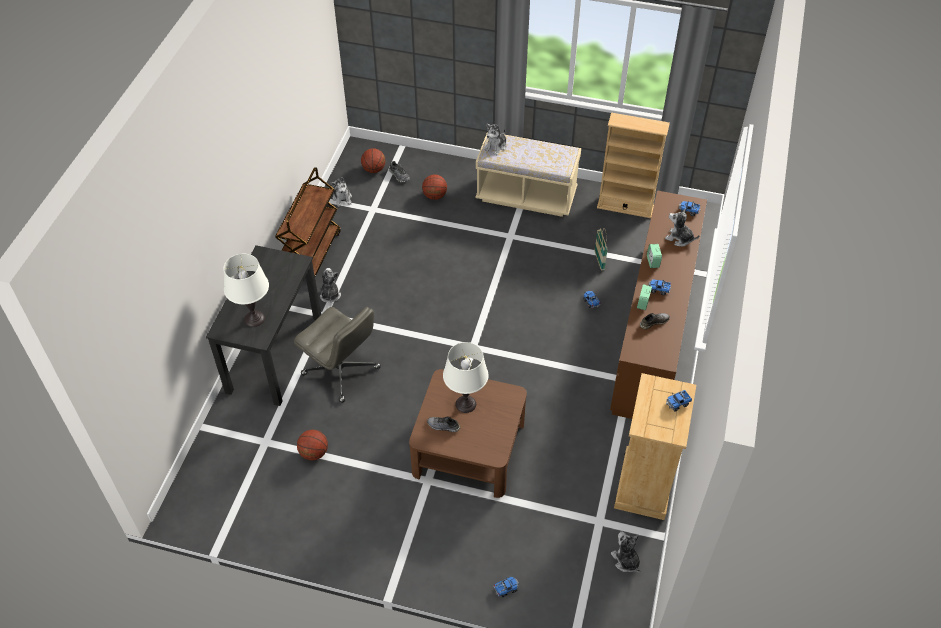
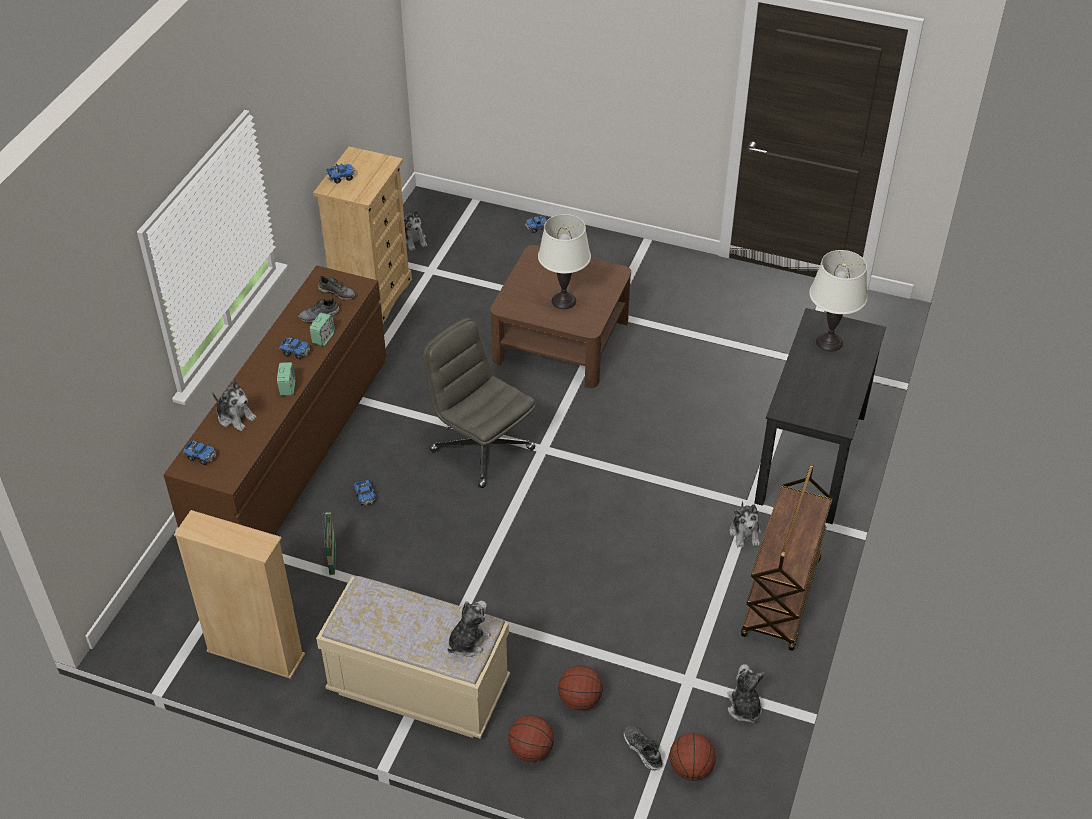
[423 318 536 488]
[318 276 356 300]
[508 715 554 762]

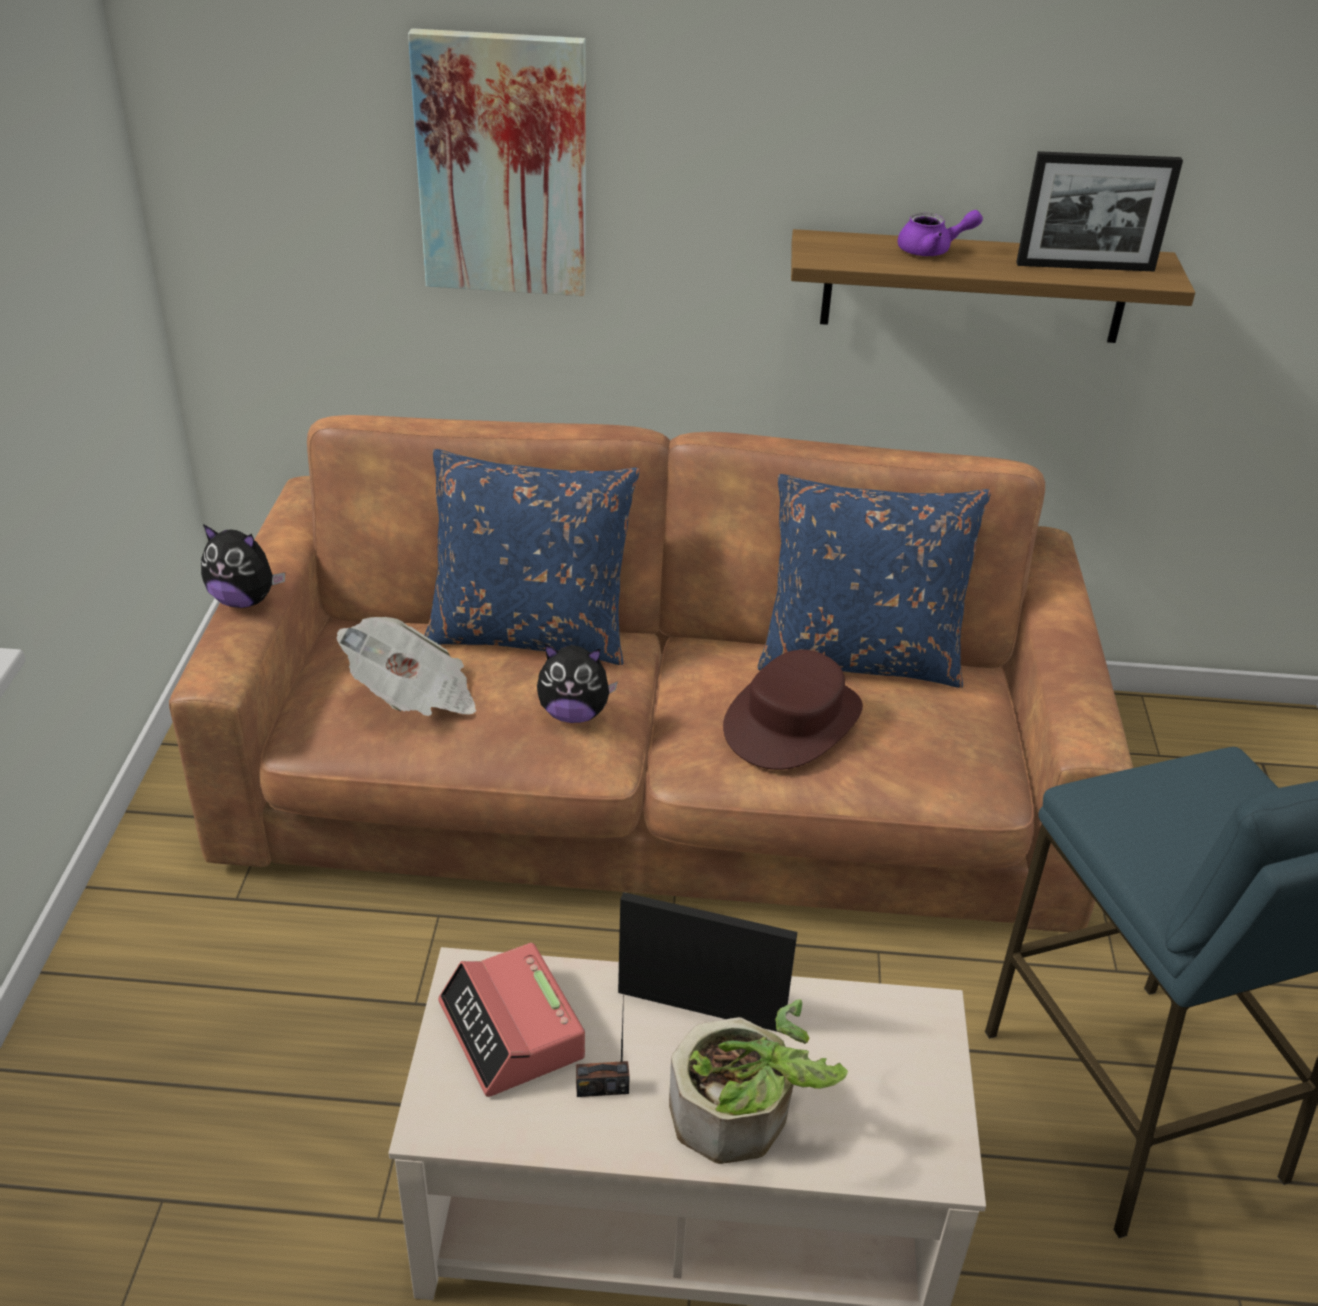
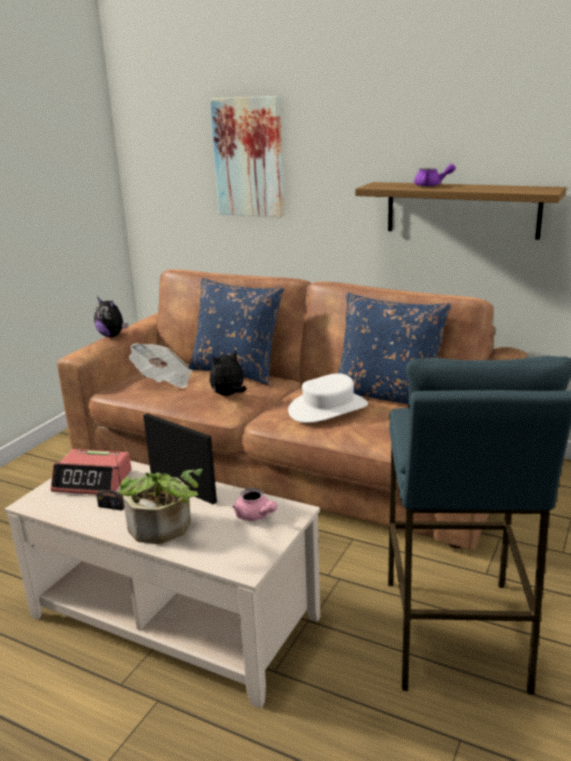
[1016 151 1183 272] (first image)
[210 350 247 396]
[288 373 368 423]
[51 449 132 495]
[232 488 277 521]

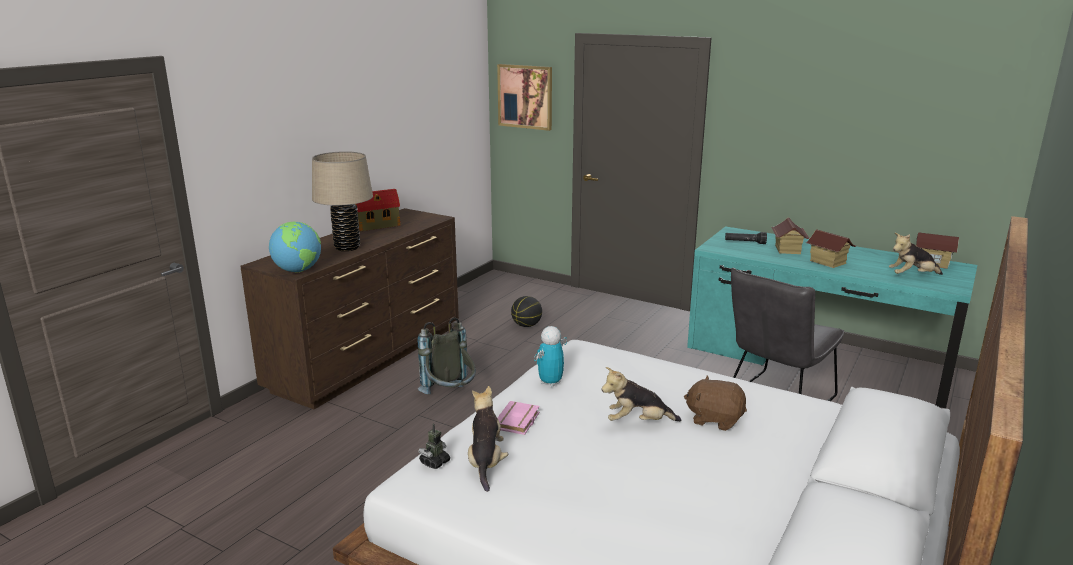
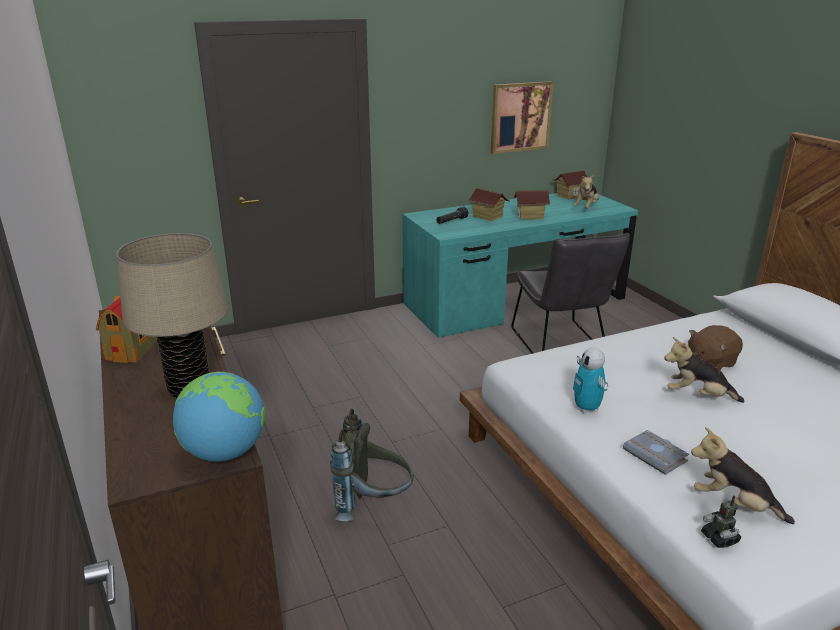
[491 81 554 154]
[511 296 542 327] (first image)
[664 337 744 403]
[623 430 689 475]

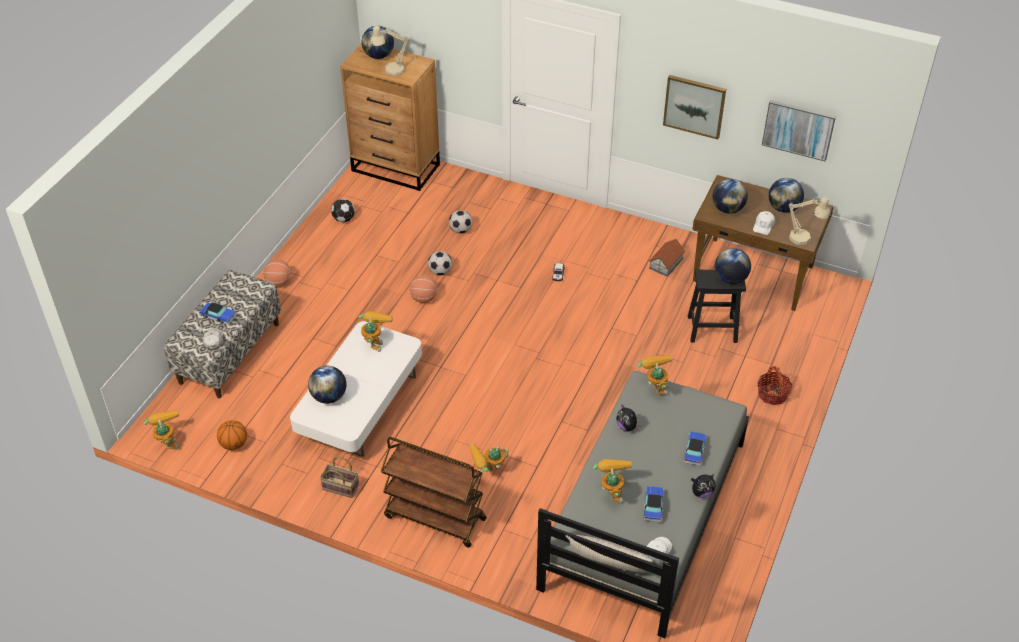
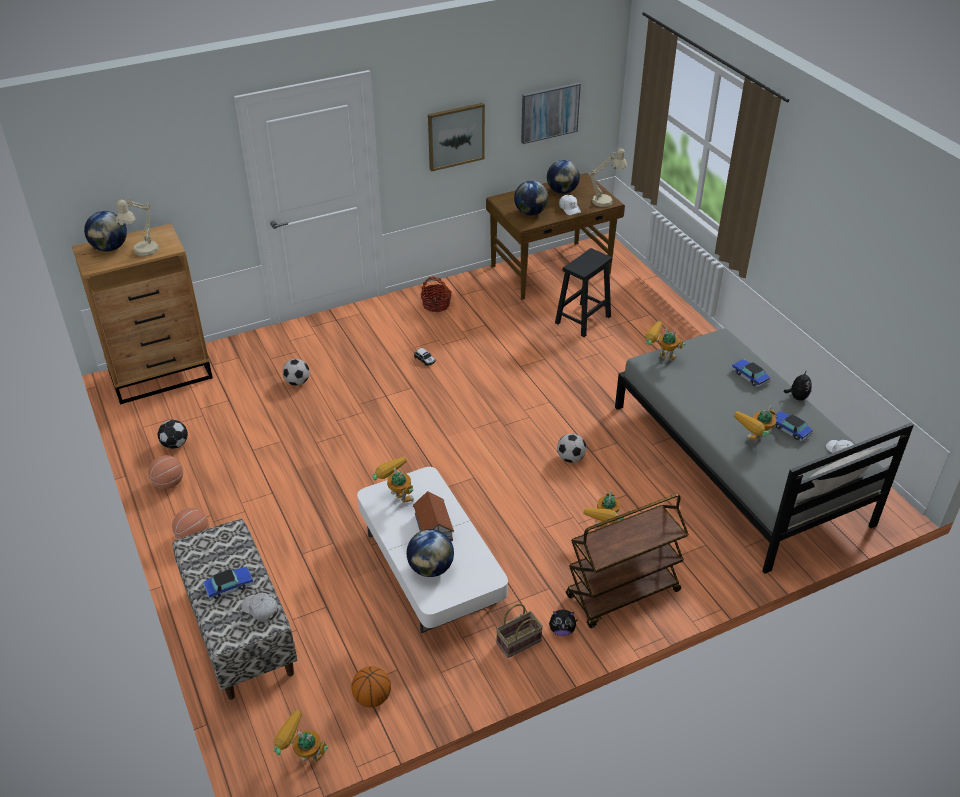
[413 491 454 541]
[715 248 751 284] (first image)
[557 434 586 463]
[148 455 183 489]
[420 277 451 312]
[549 610 578 636]
[734 406 777 440]

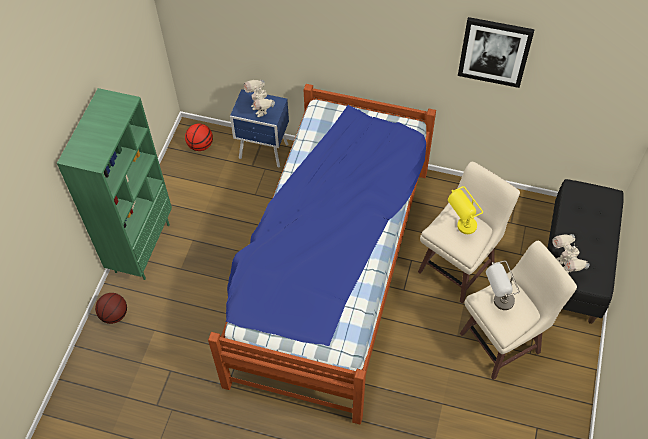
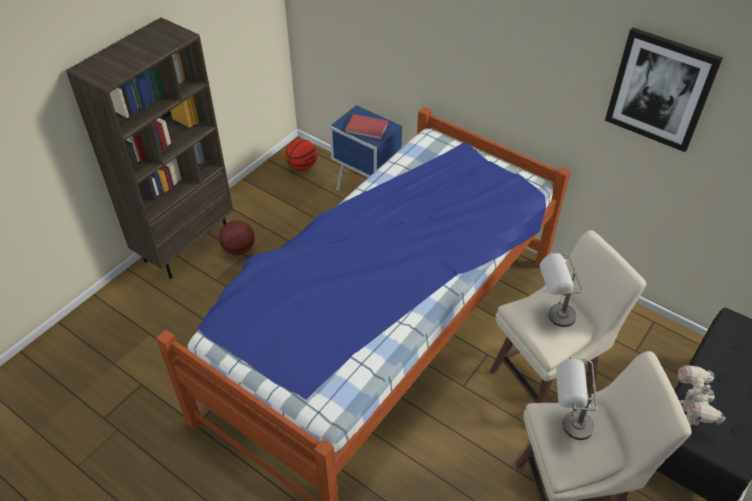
[345 114 388 139]
[66 17 233 279]
[539 253 583 327]
[219 220 255 255]

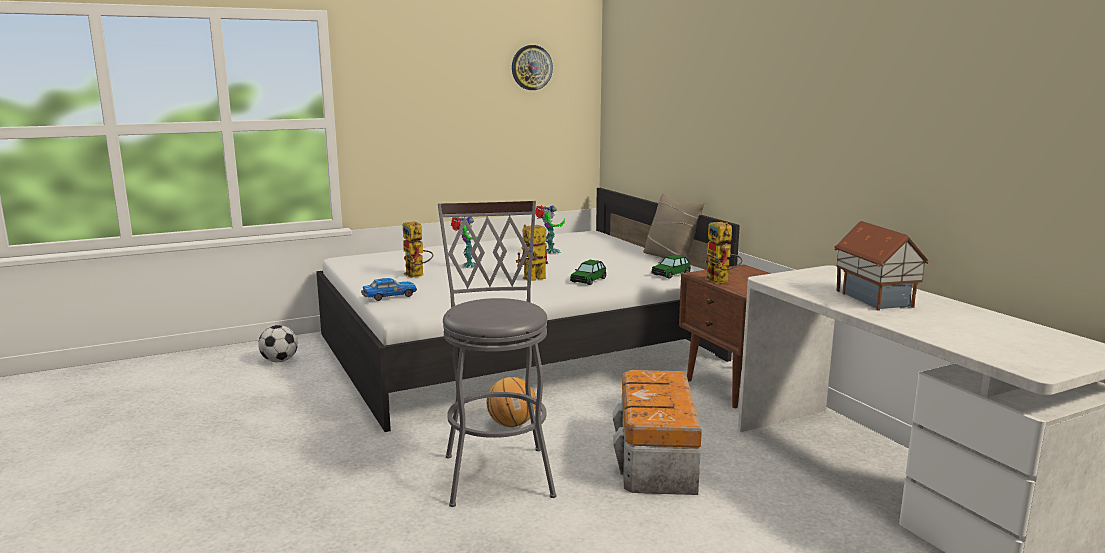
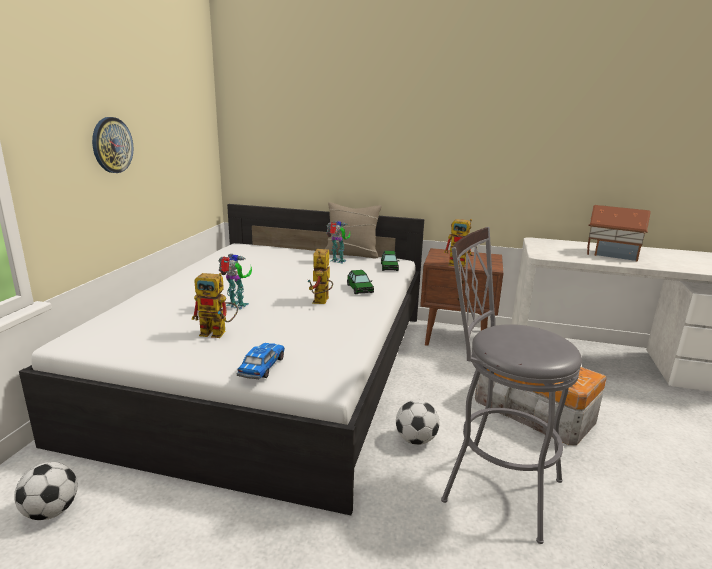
[92 117 133 173]
[326 221 351 264]
[396 400 439 445]

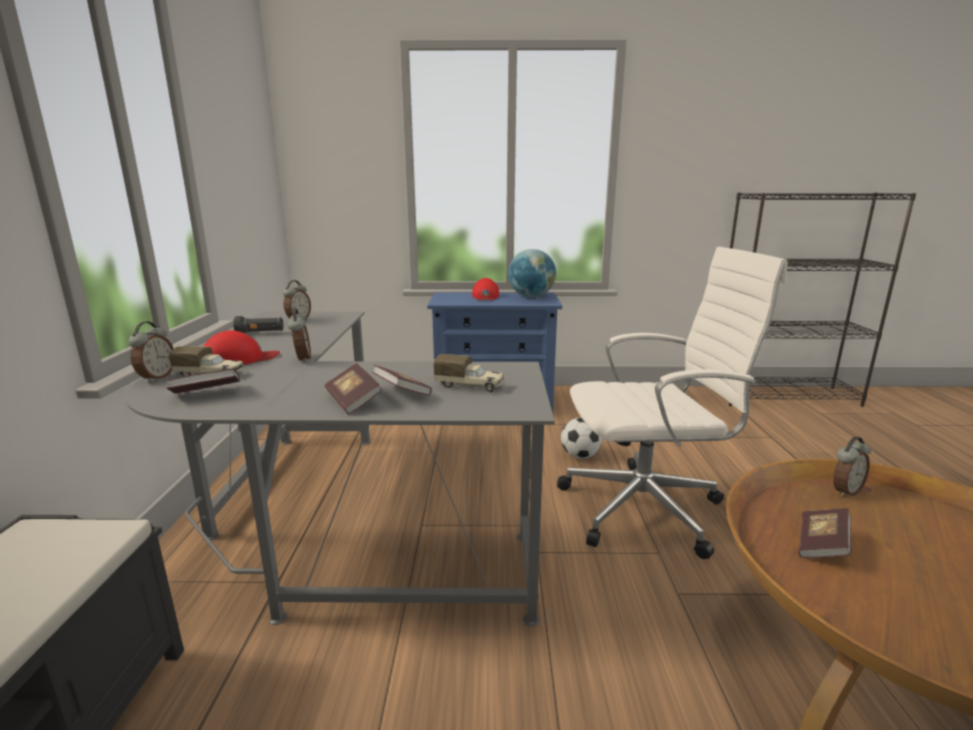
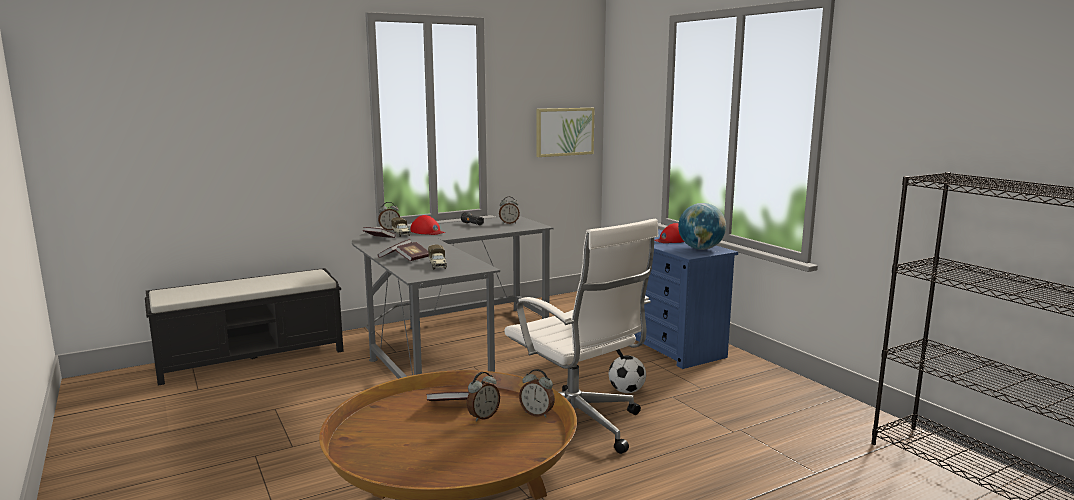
[467 372 500 422]
[537 108 594 157]

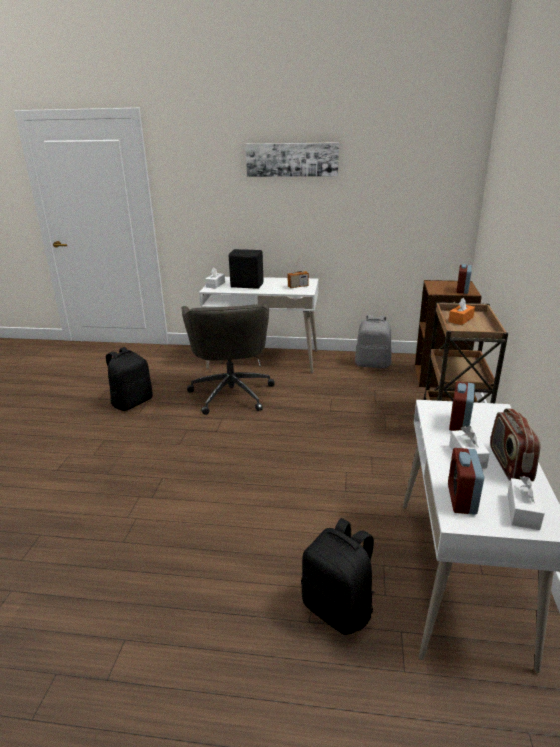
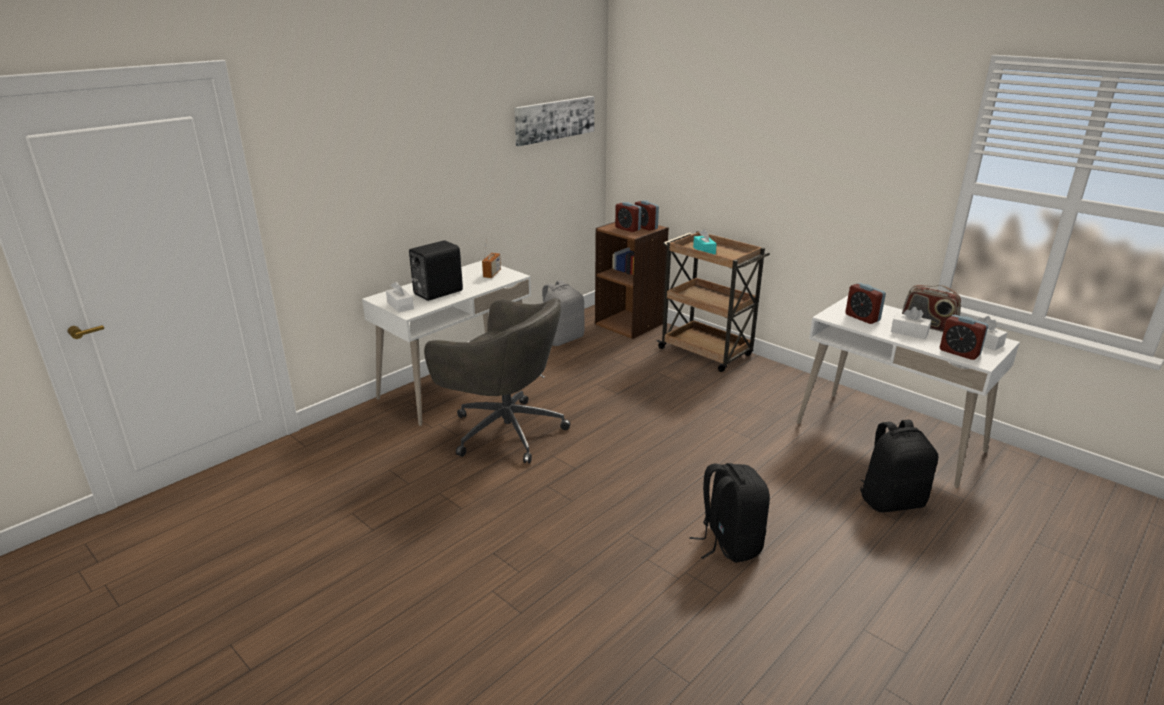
[514 96 594 146]
[693 229 717 255]
[689 463 770 563]
[615 202 641 232]

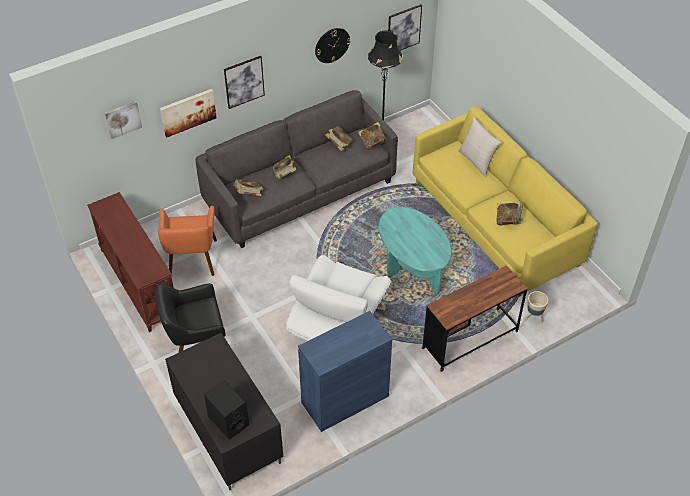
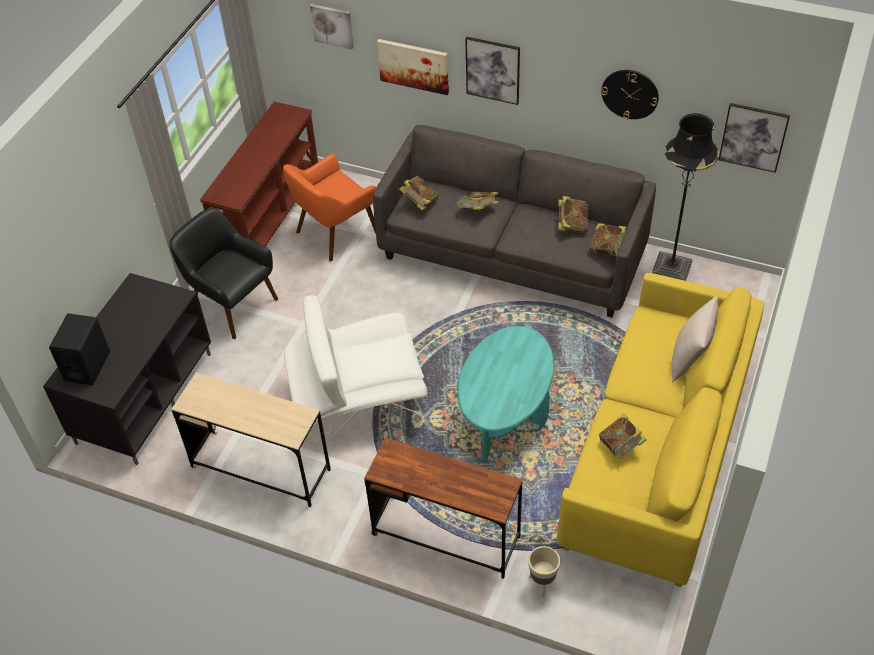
[171 372 331 507]

